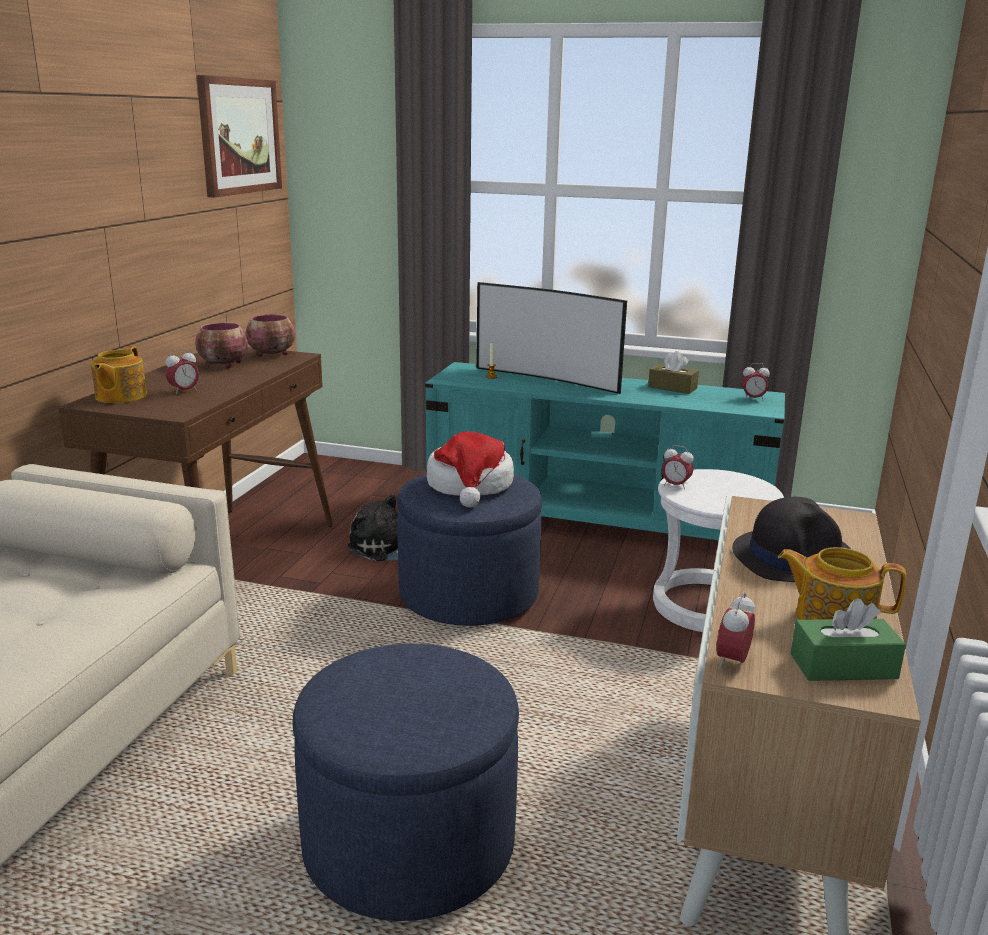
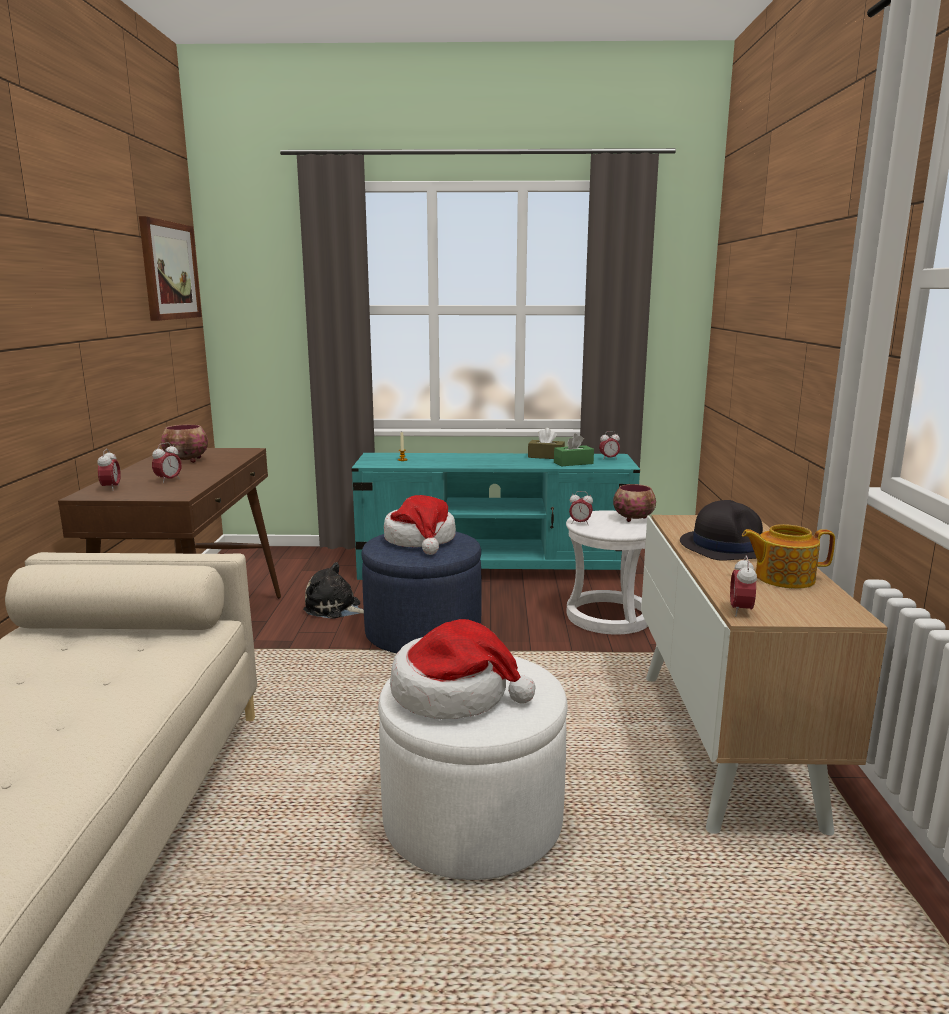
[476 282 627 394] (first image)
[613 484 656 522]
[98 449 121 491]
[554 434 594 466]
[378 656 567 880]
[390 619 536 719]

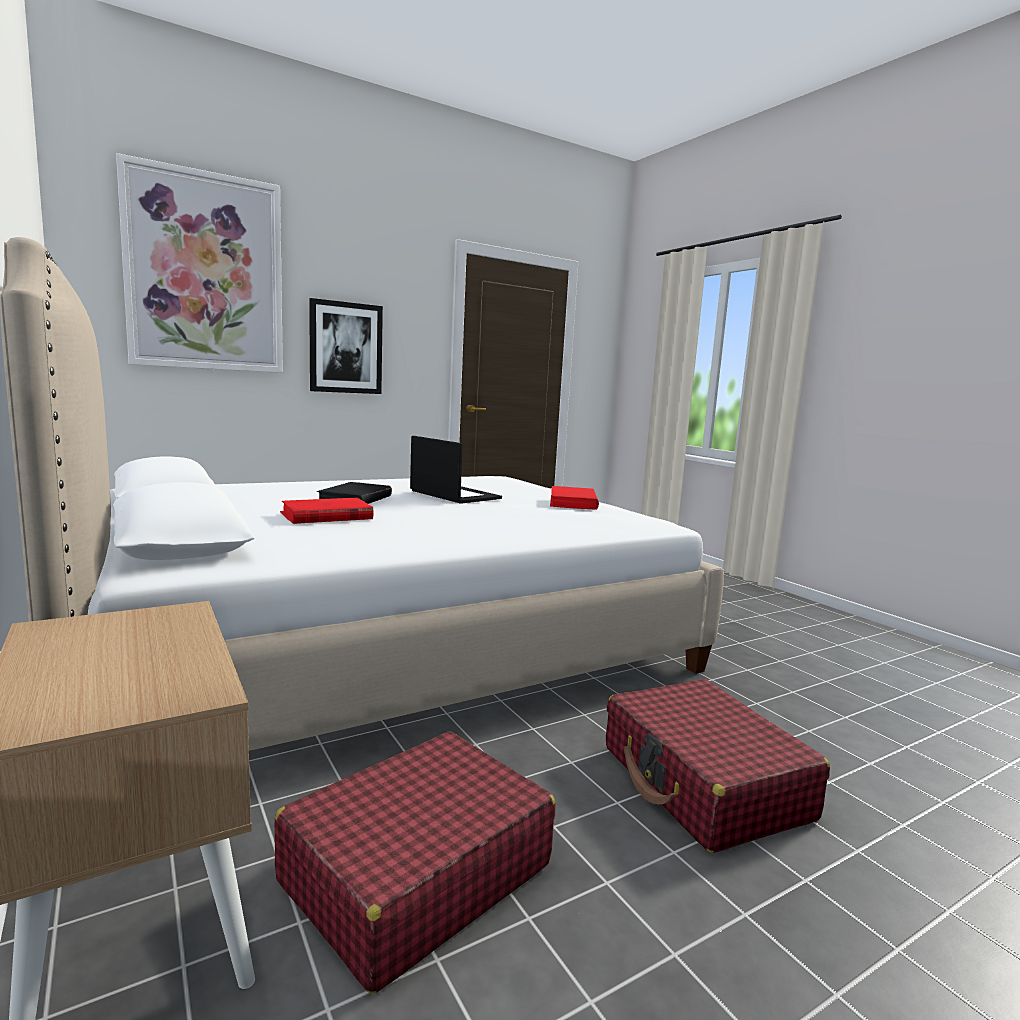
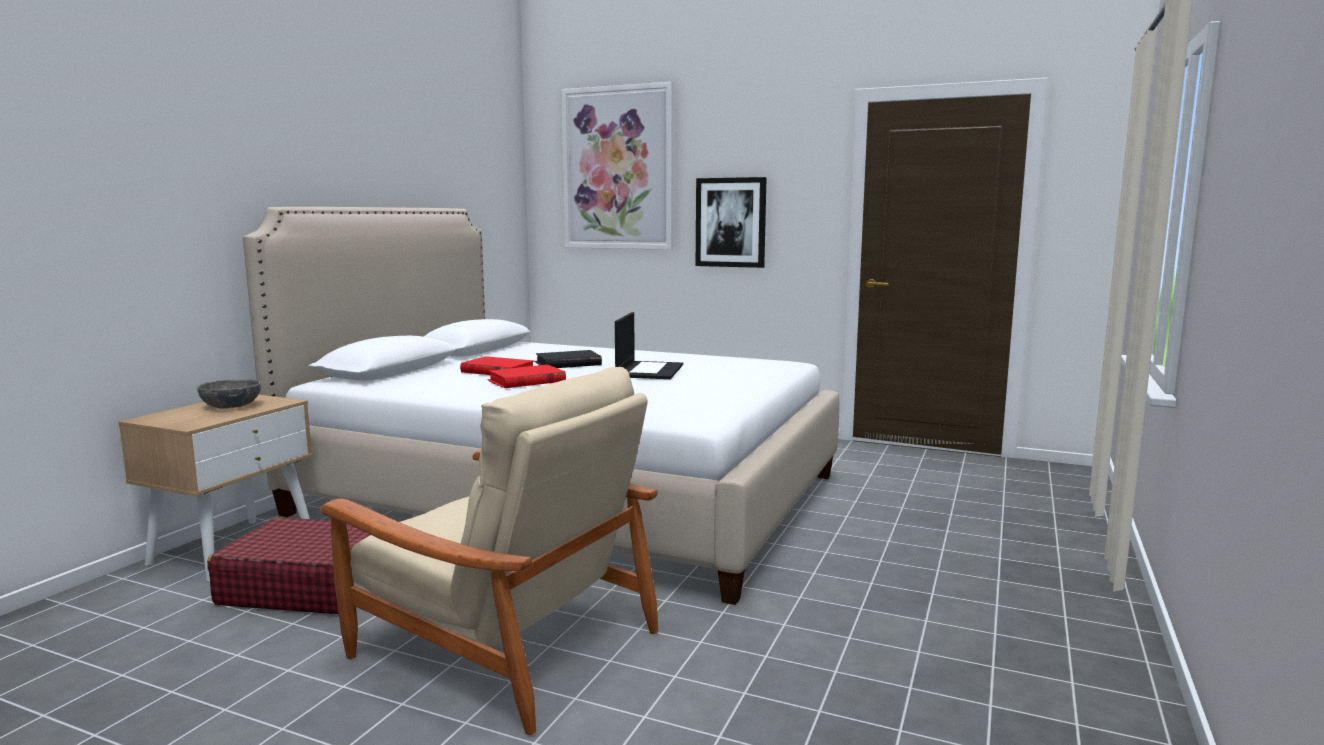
[487 365 566 388]
[320 367 658 735]
[197 379 261 409]

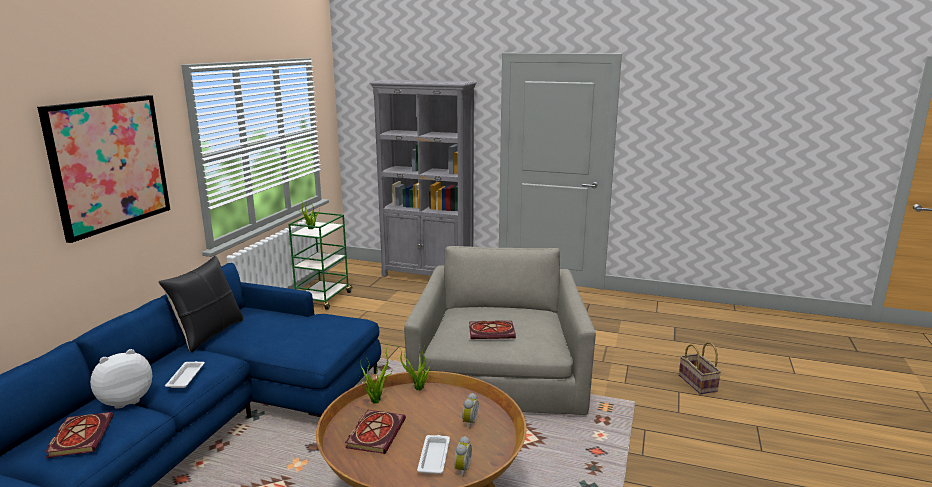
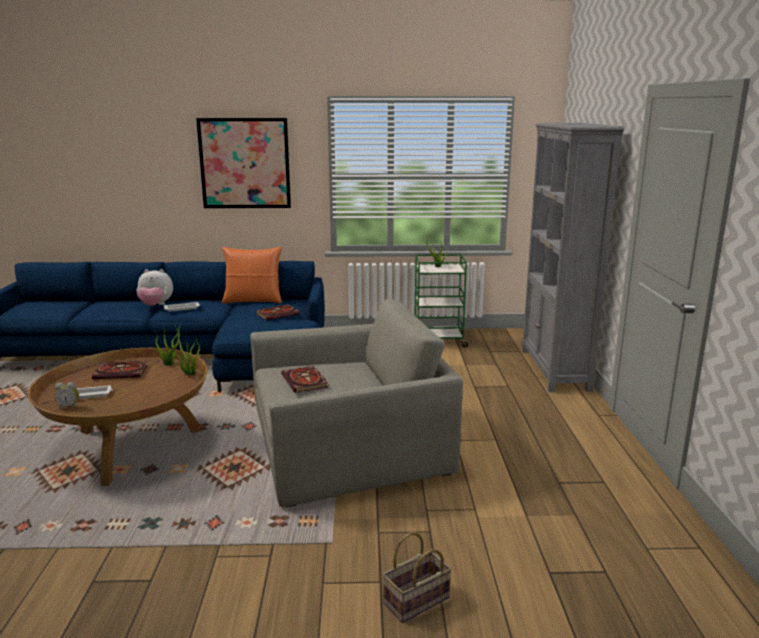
[222 247 282 304]
[137 269 173 306]
[462 393 479 429] (first image)
[256 305 300 320]

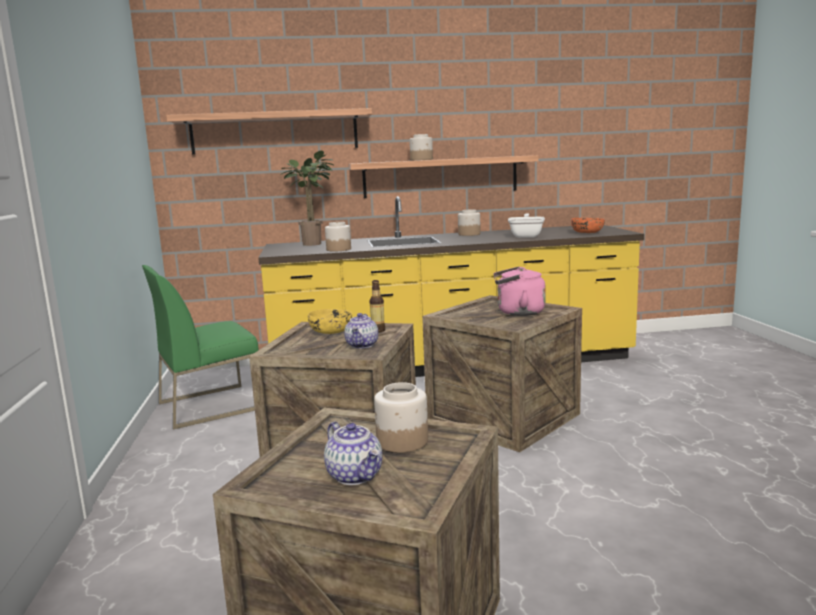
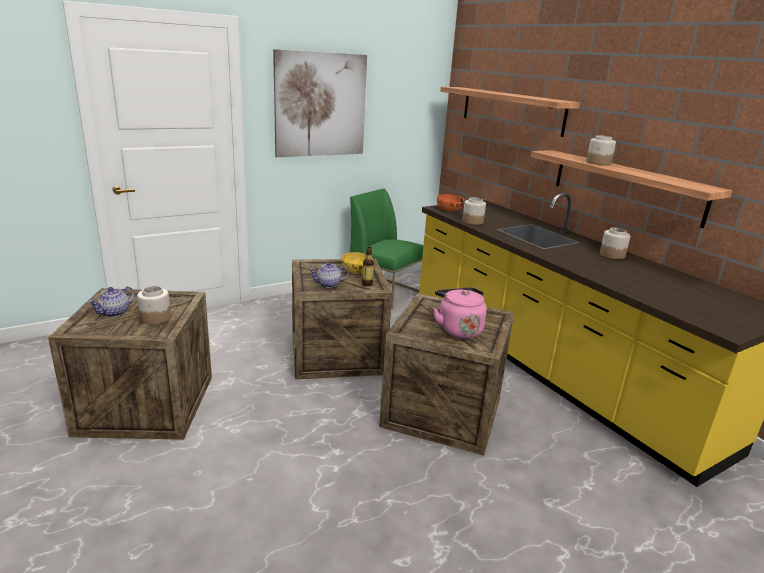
[280 150 333 246] (first image)
[508 214 545 238] (first image)
[437 194 465 212]
[273 49 367 157]

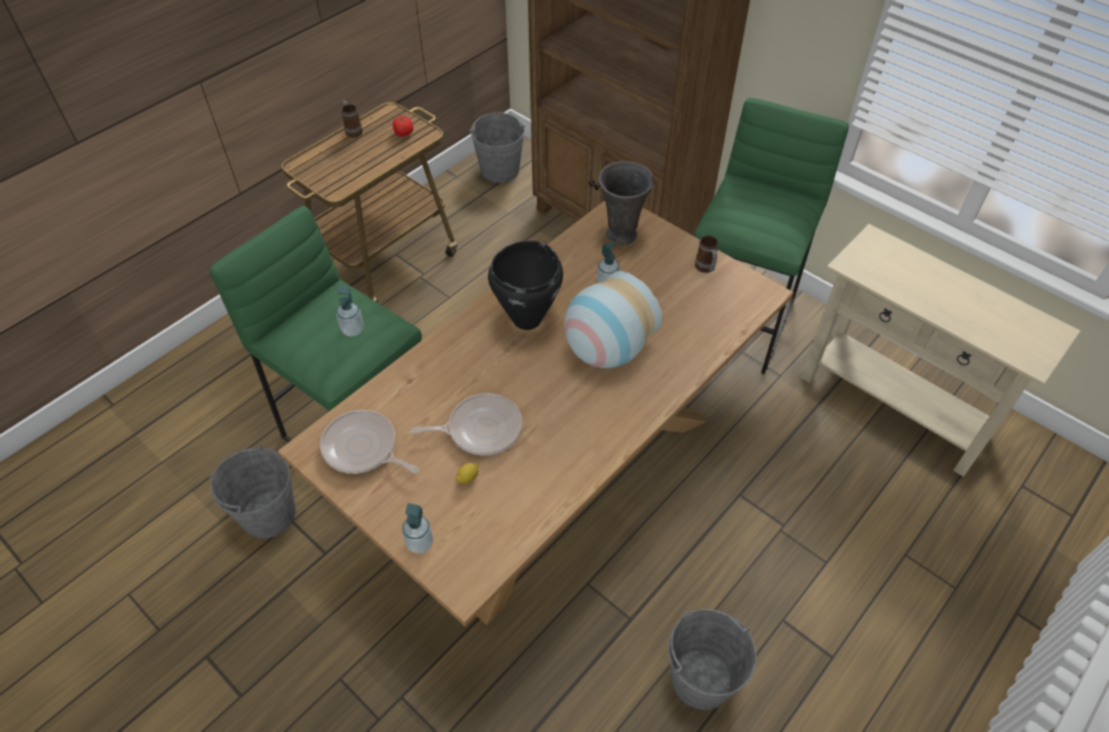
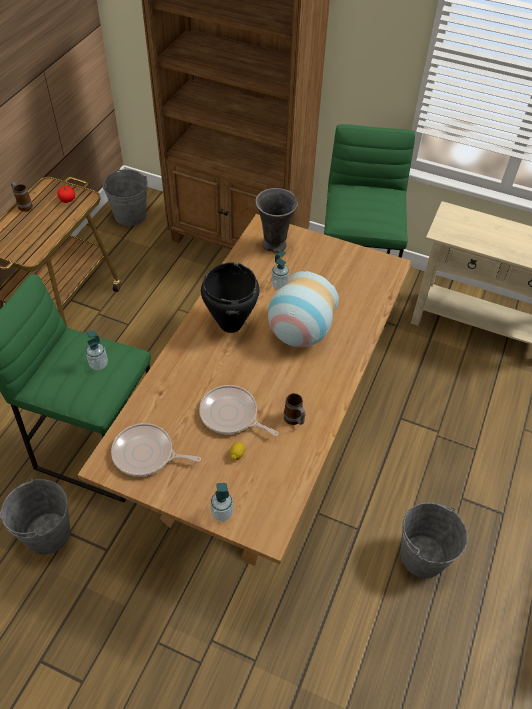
[284 393 306 425]
[199 385 279 436]

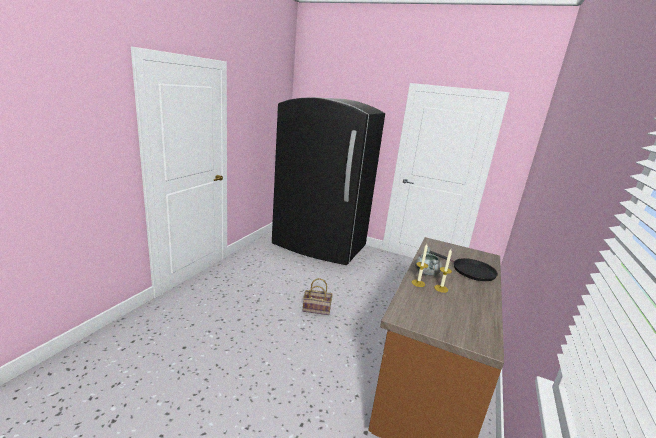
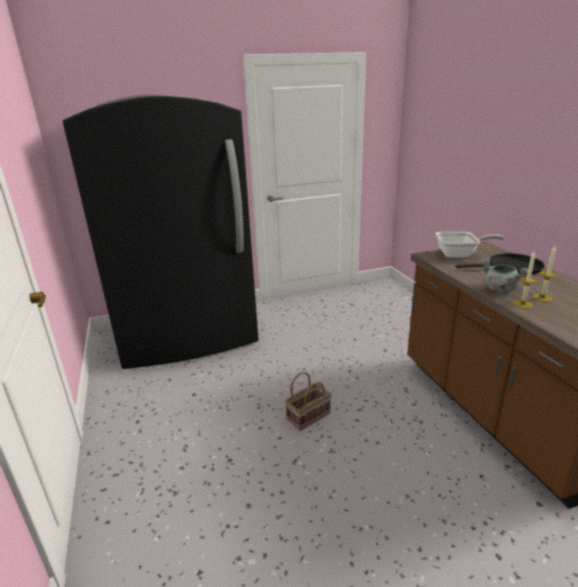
[436 231 505 258]

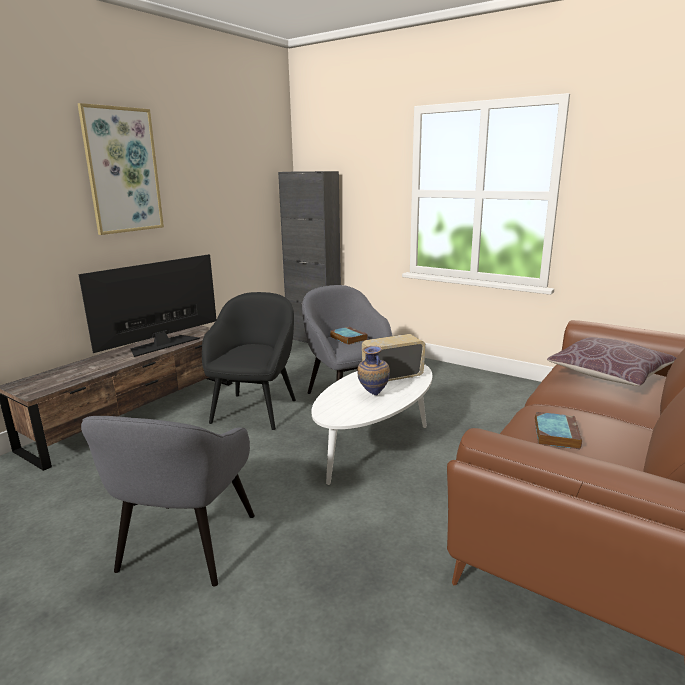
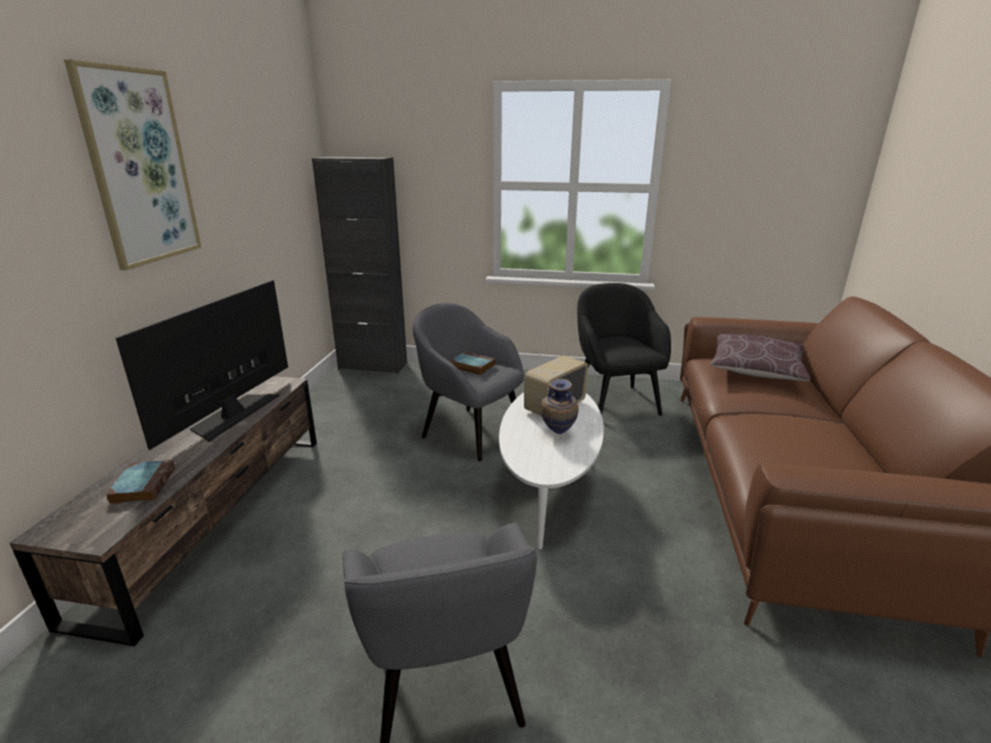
[577 283 671 416]
[105 460 175 505]

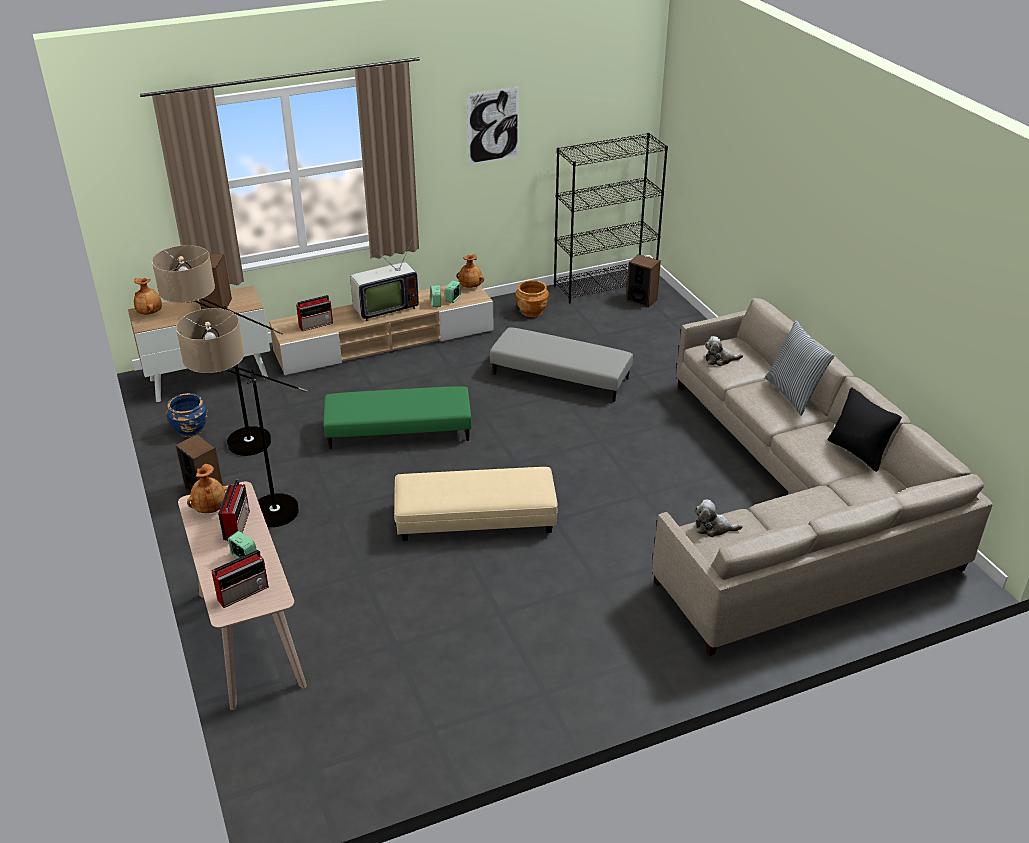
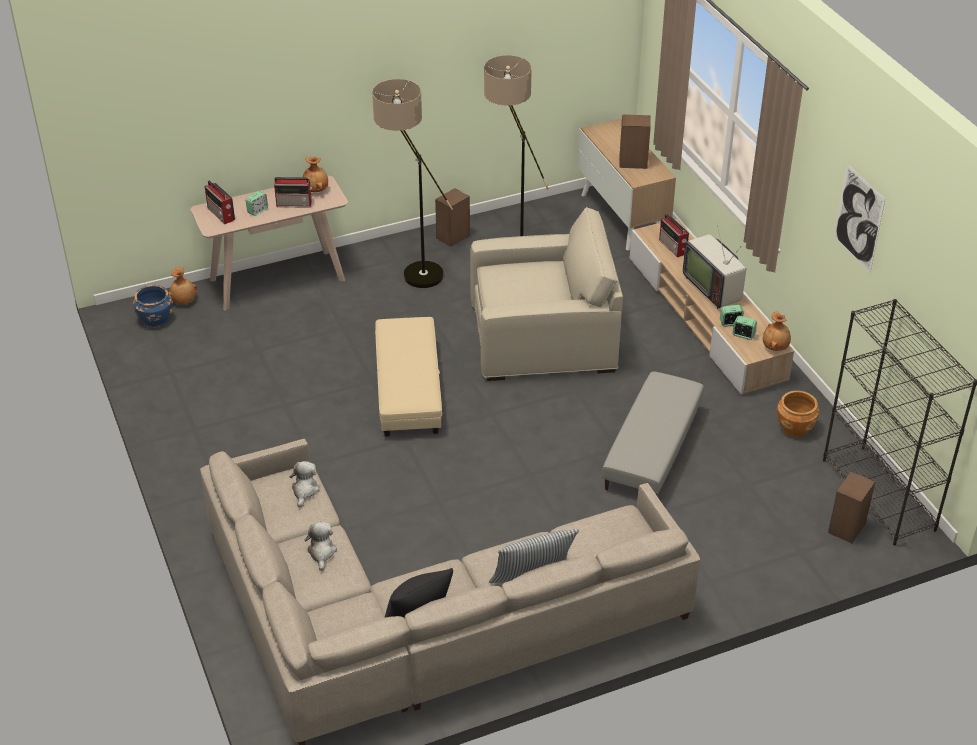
[169 267 197 305]
[305 522 337 571]
[470 207 623 381]
[133 285 173 327]

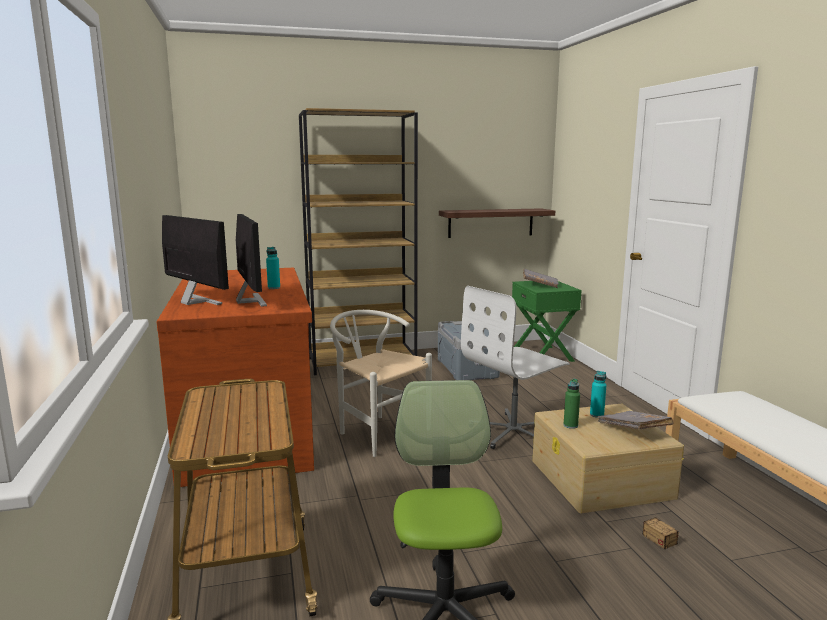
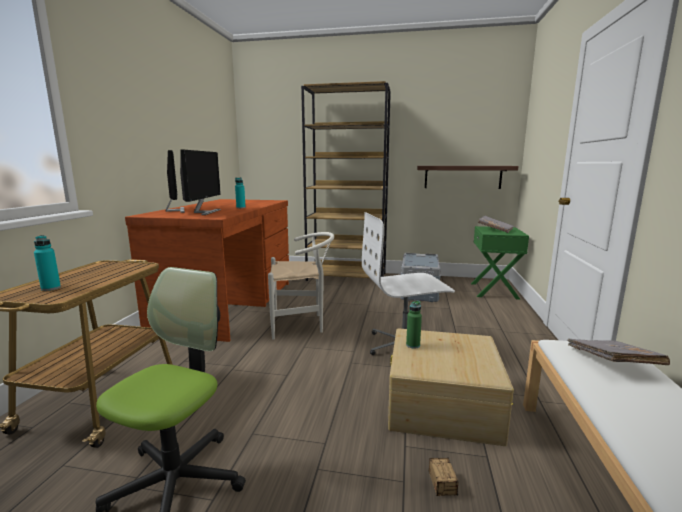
[268 232 334 340]
[34 235 61 291]
[567 339 670 365]

